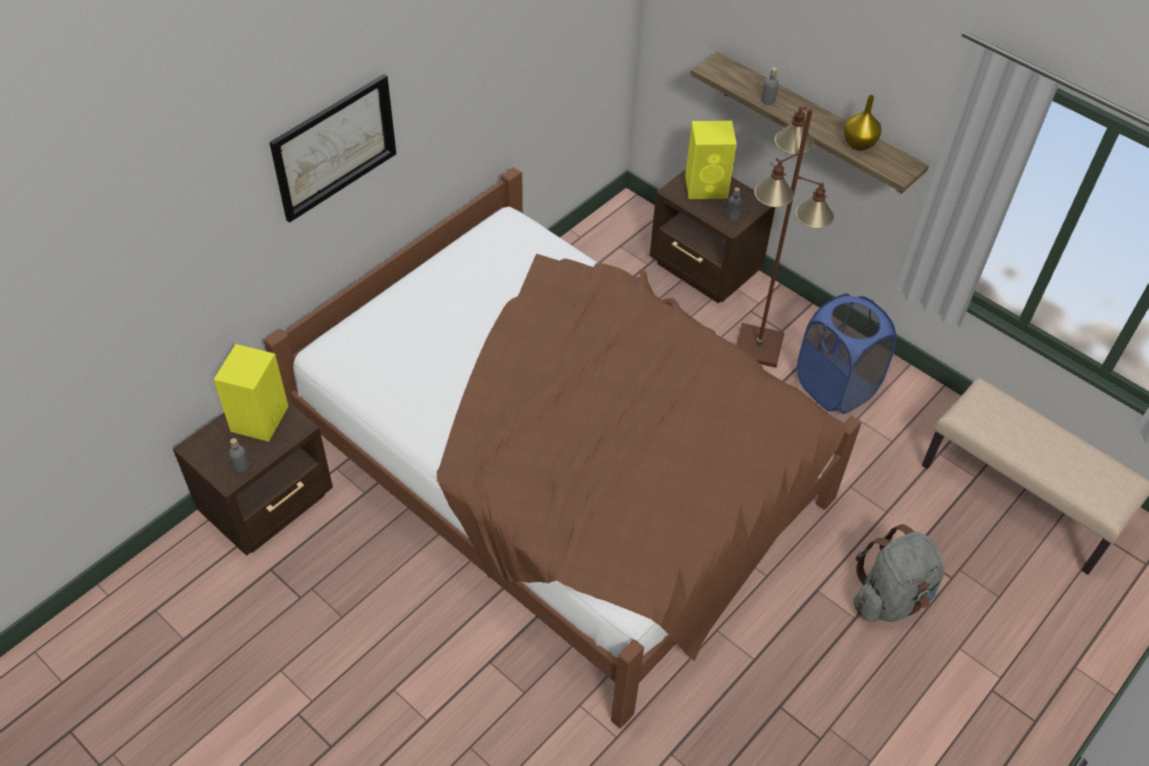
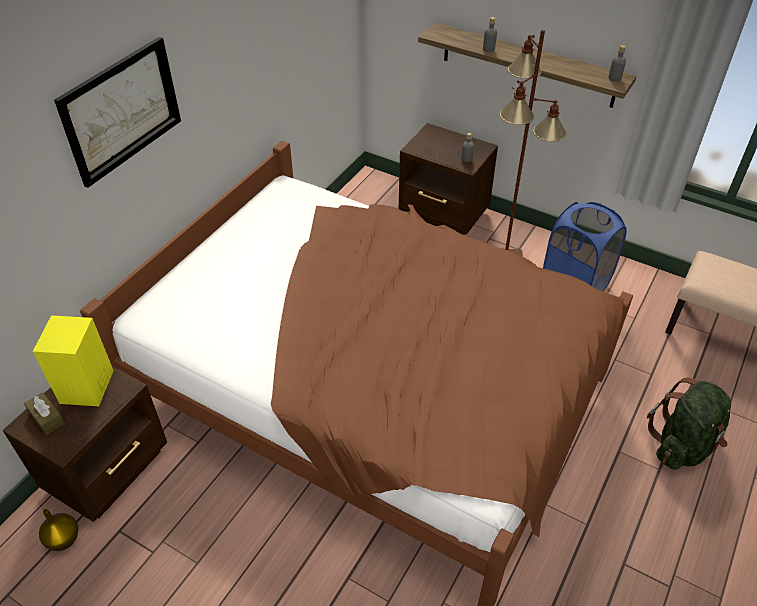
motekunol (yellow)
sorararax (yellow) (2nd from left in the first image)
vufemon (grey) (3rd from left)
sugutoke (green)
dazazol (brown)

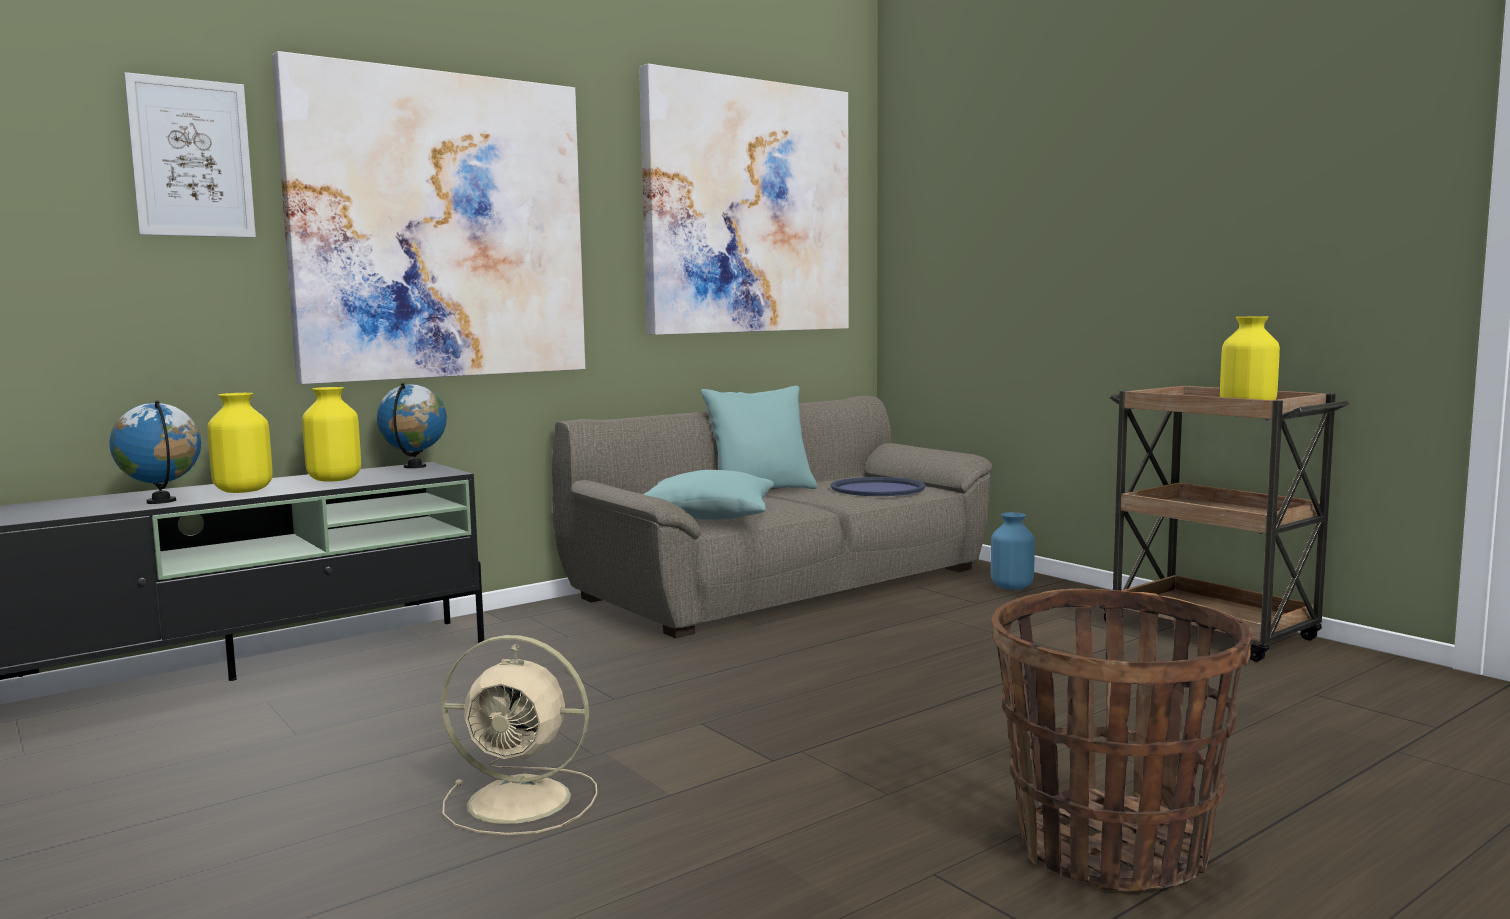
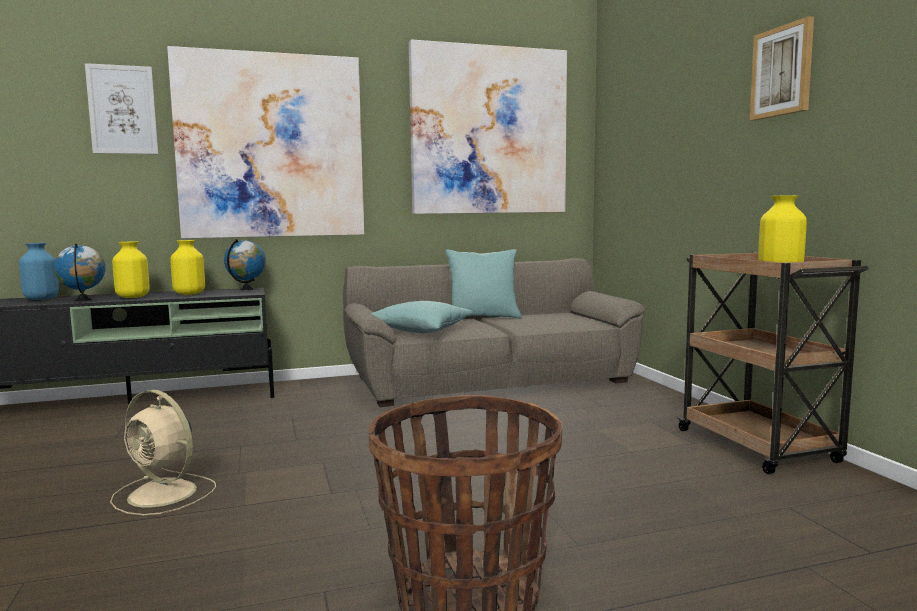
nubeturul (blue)
motekunol (blue)
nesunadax (4th from left)

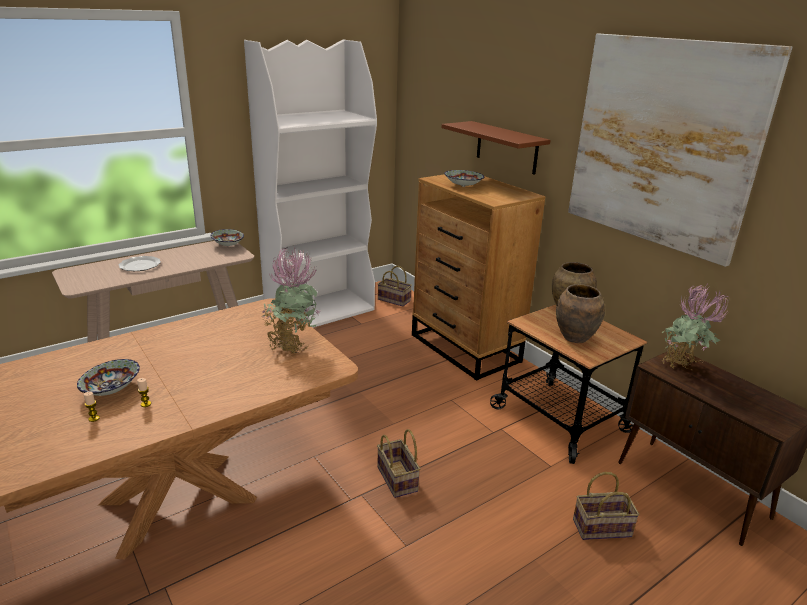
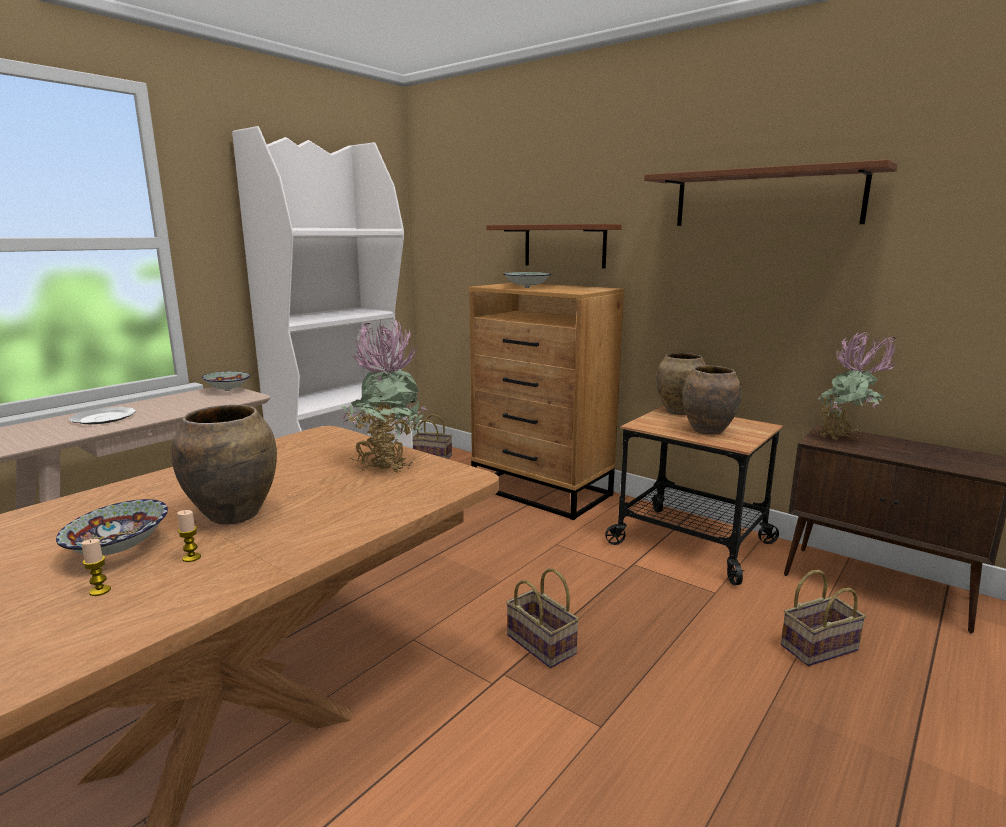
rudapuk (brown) (2nd from left)
motekunol (brown) (1st from left)

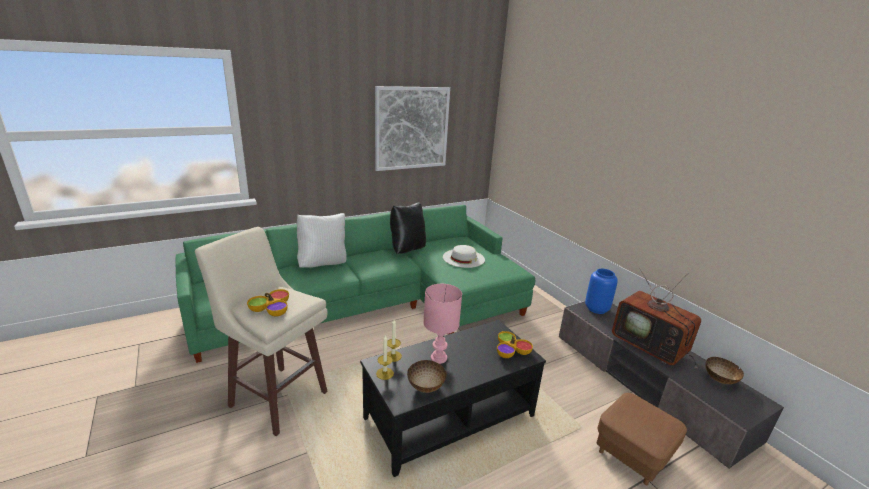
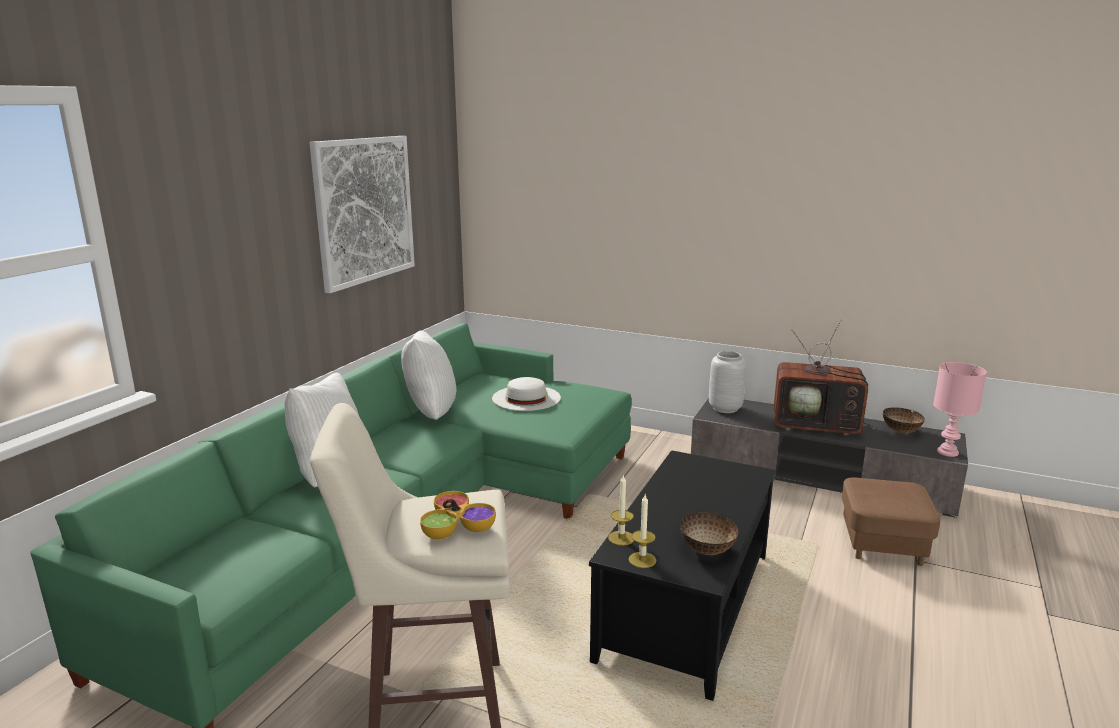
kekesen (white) (2nd from left)
motekunol (grey)
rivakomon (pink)
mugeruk (3rd from left in the first image)

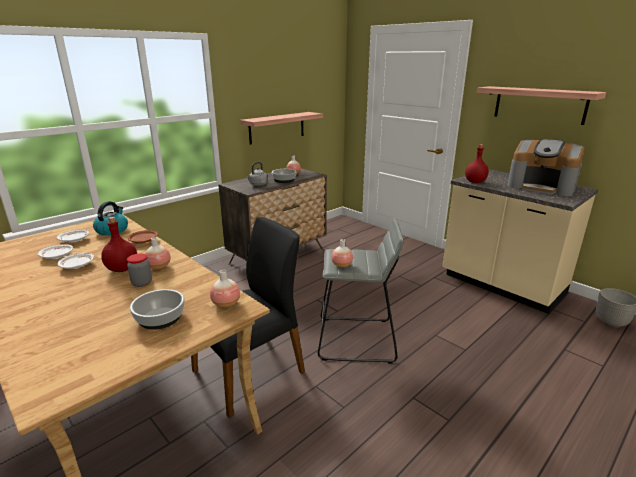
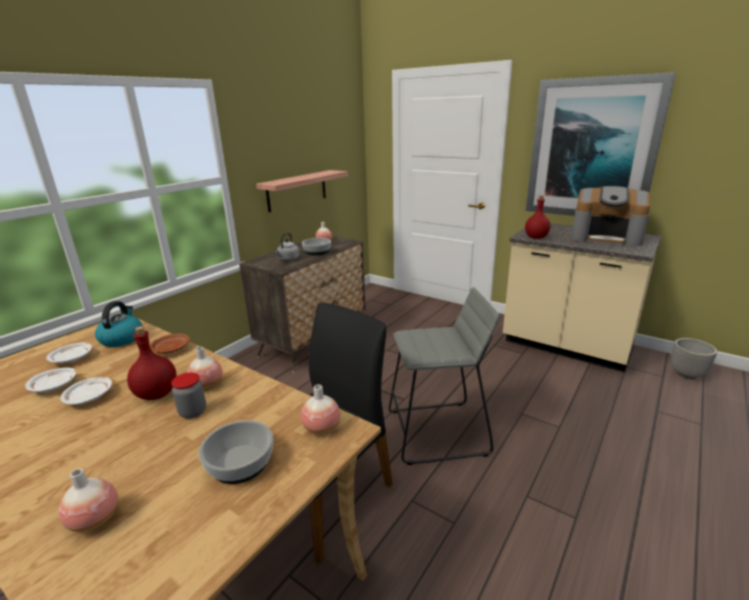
nesunadax
motekunol (1st from left)

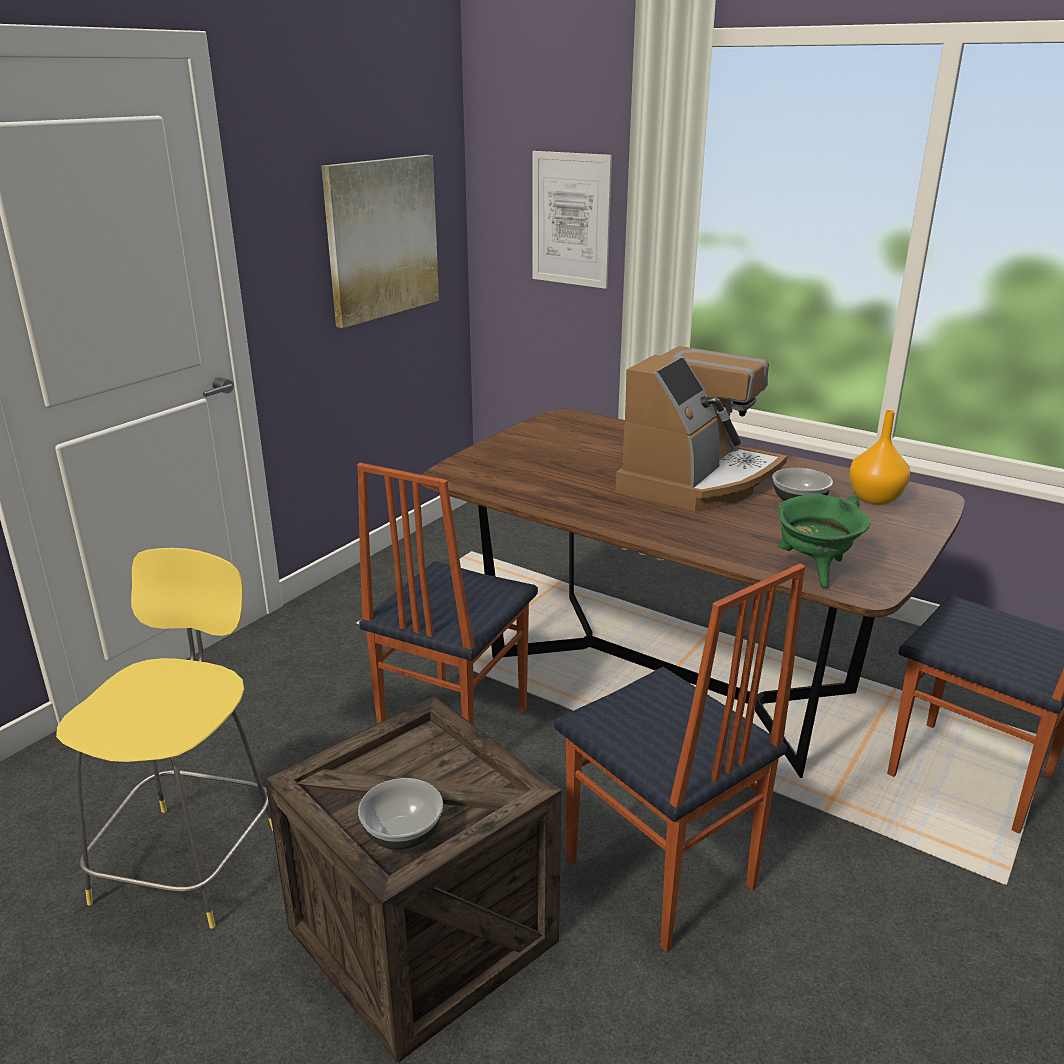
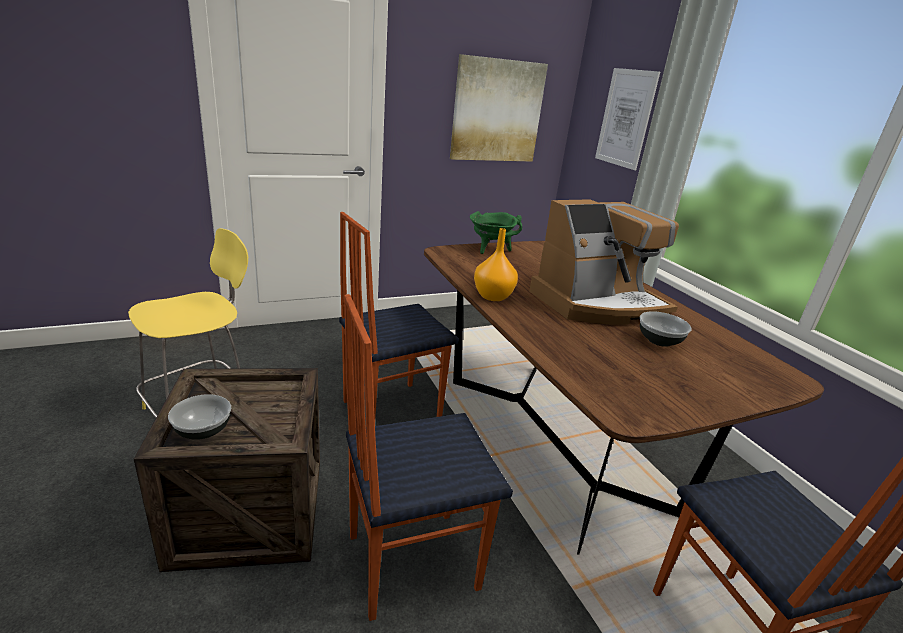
motekunol (orange)
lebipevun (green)
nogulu (2nd from left)

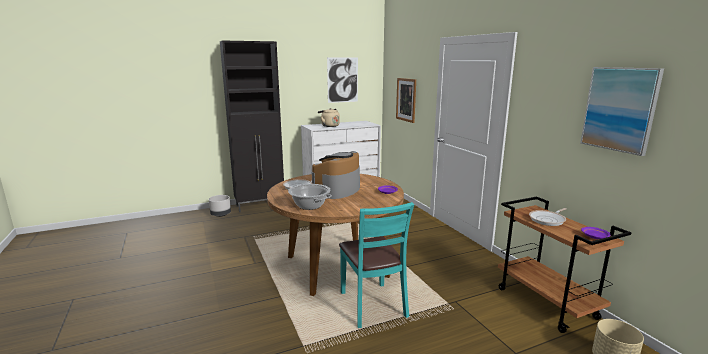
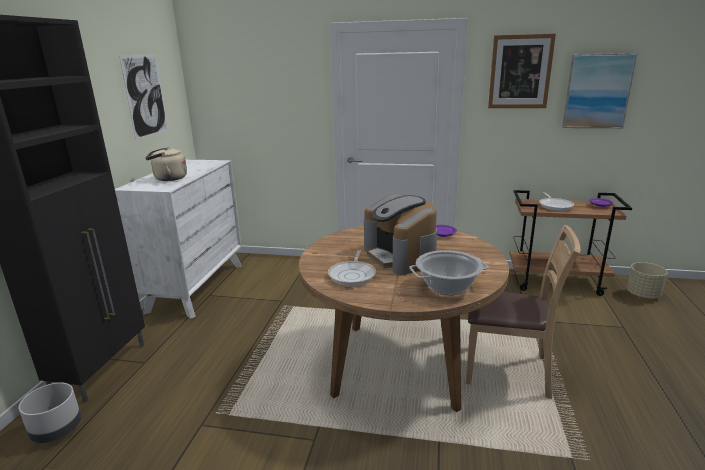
nesunadax (2nd from left)
nogulu (brown)

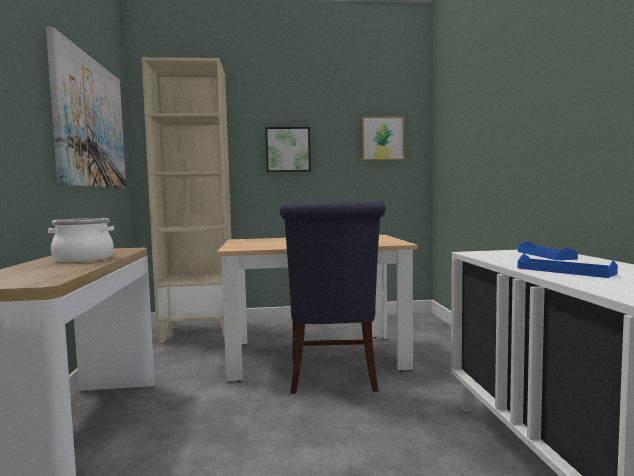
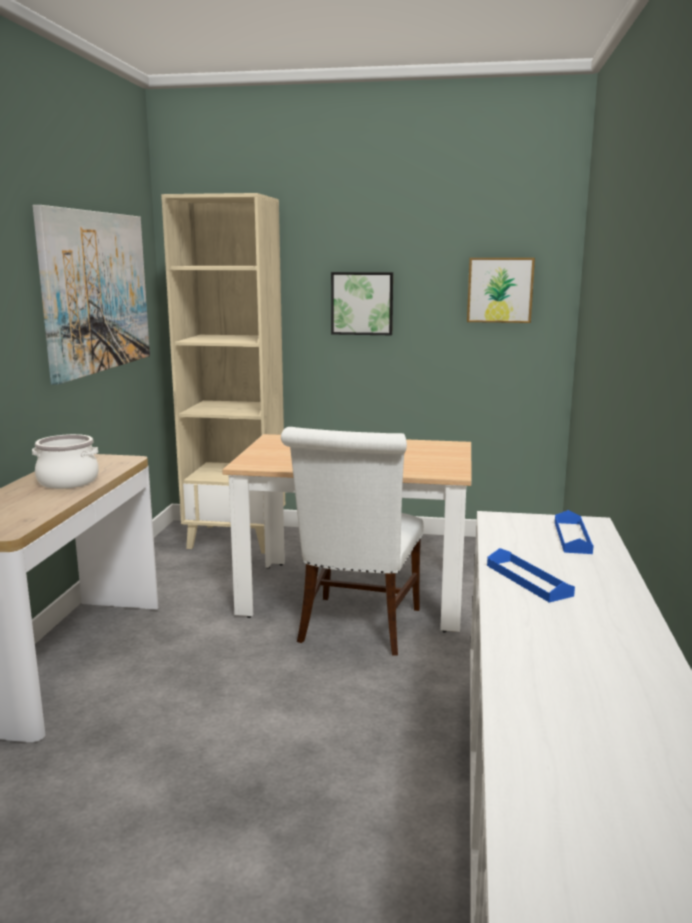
nogulu (white)

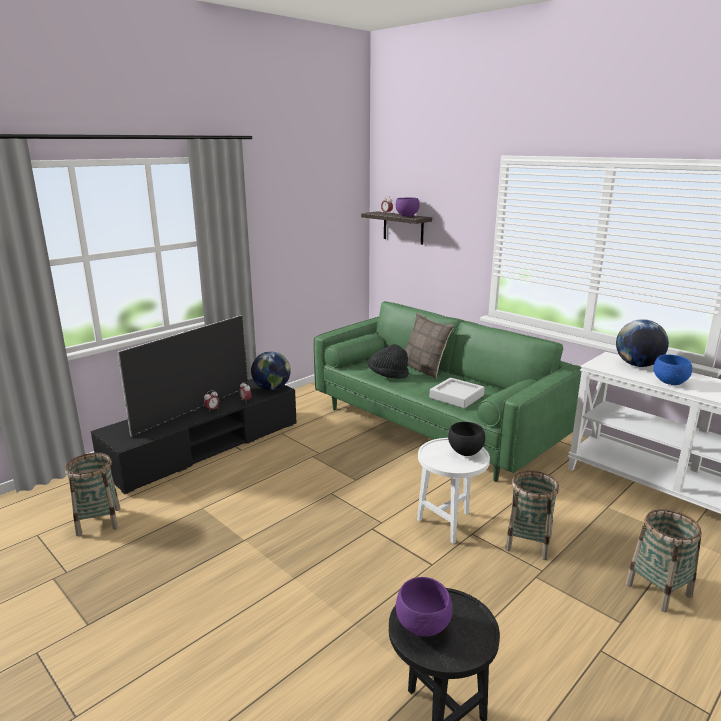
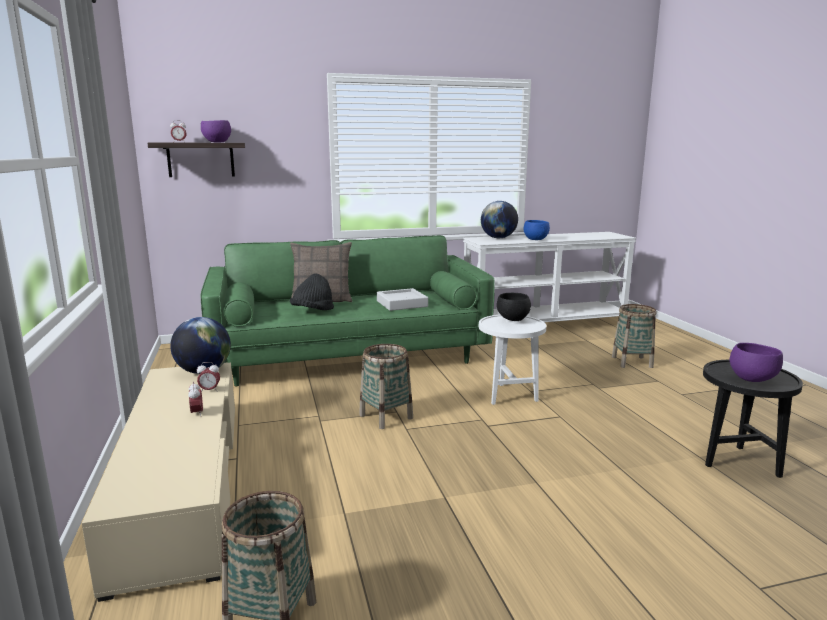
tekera
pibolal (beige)
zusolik (2nd from left)

